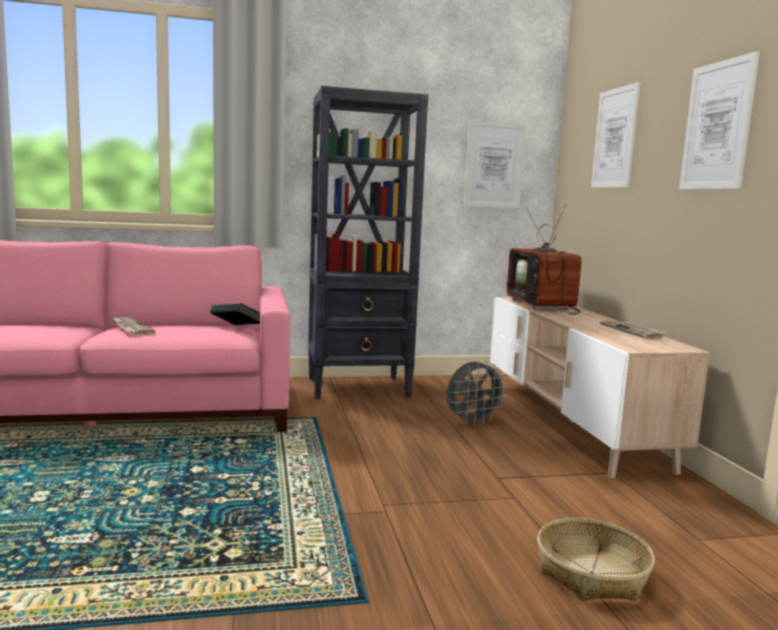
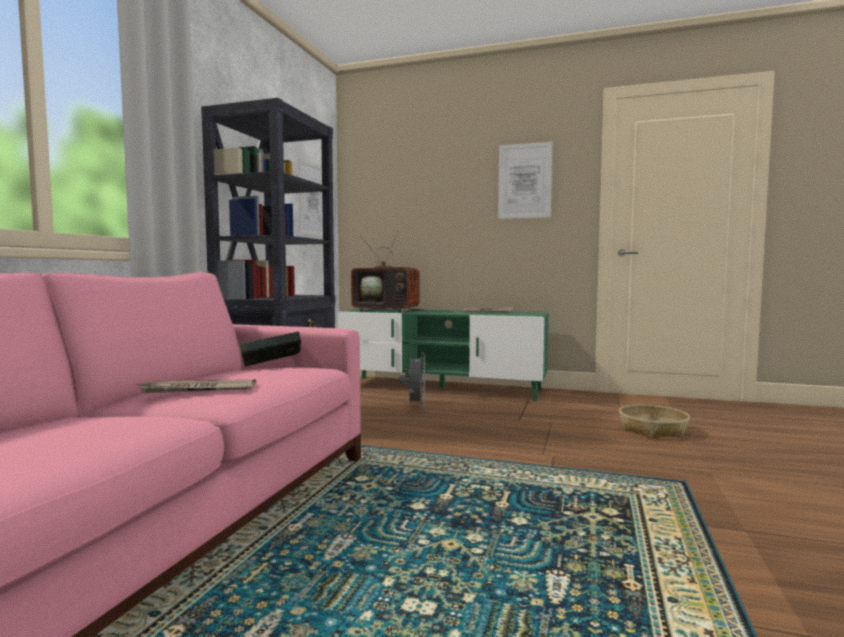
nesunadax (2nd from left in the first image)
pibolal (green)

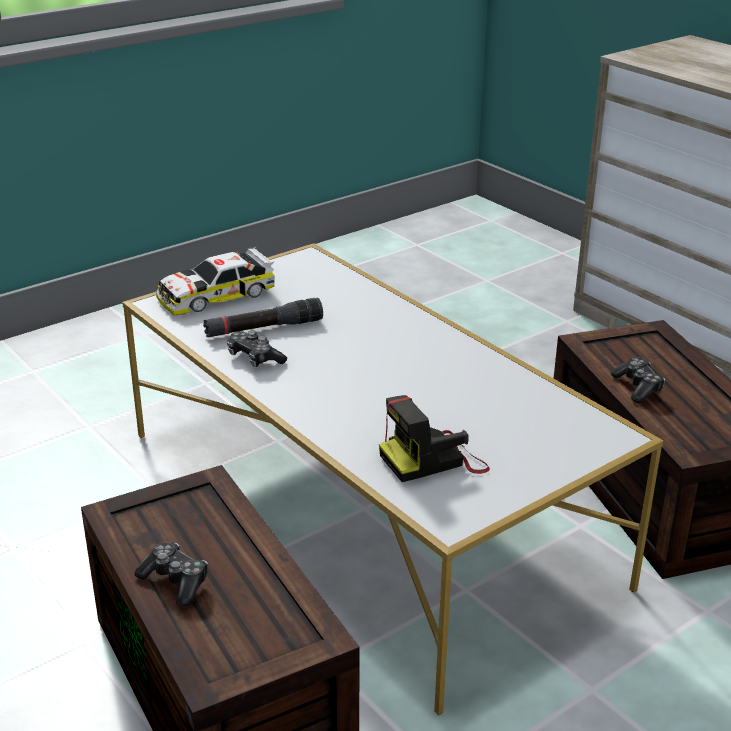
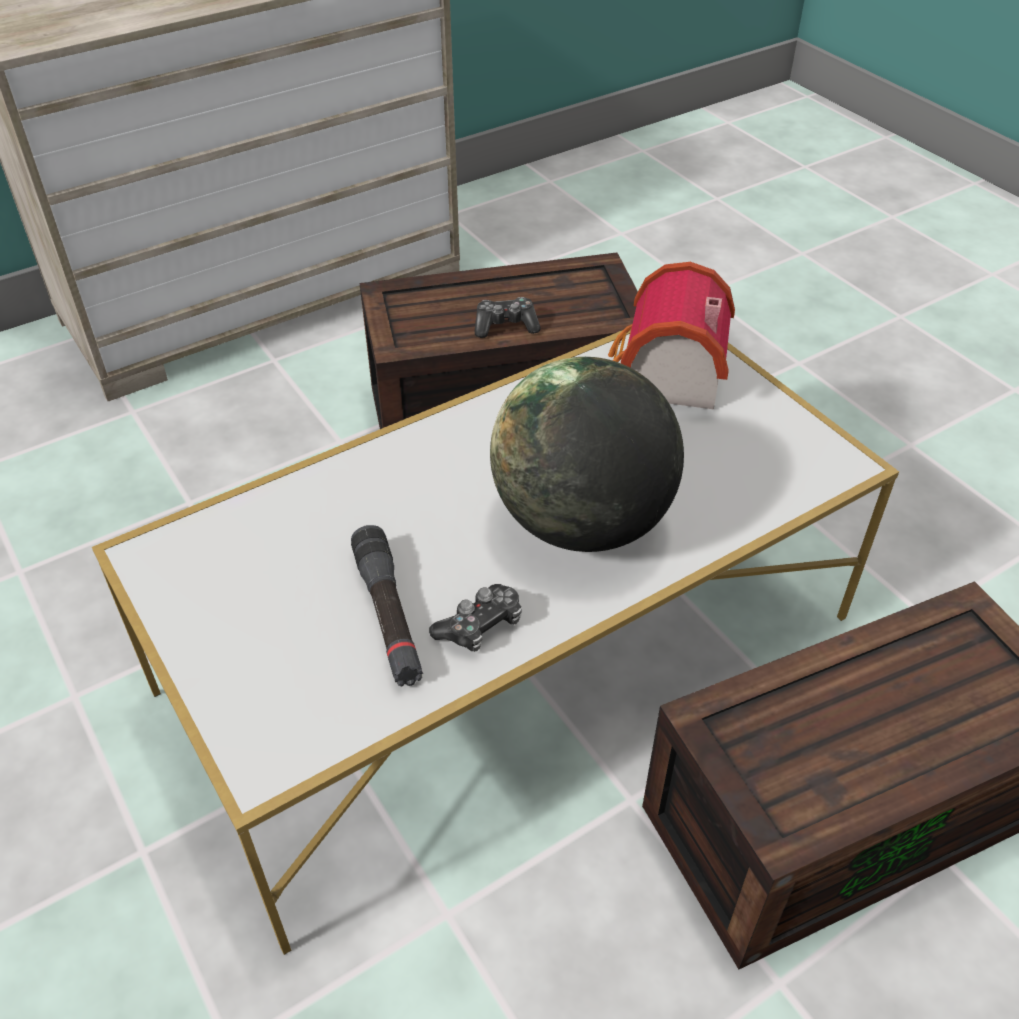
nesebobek
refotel
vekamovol (1st from left in the first image)
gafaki
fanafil

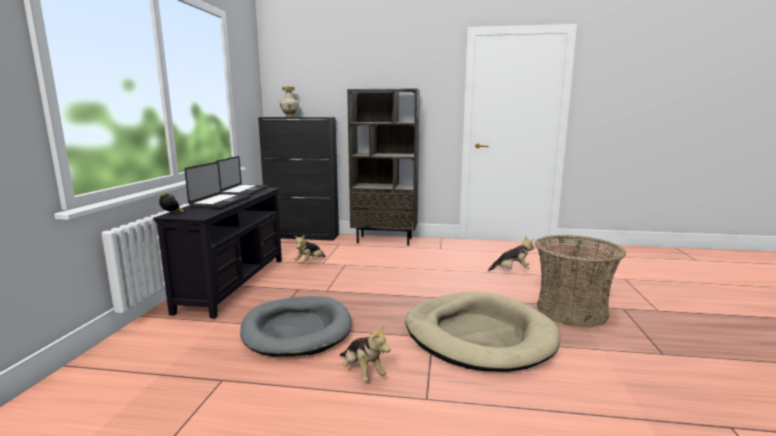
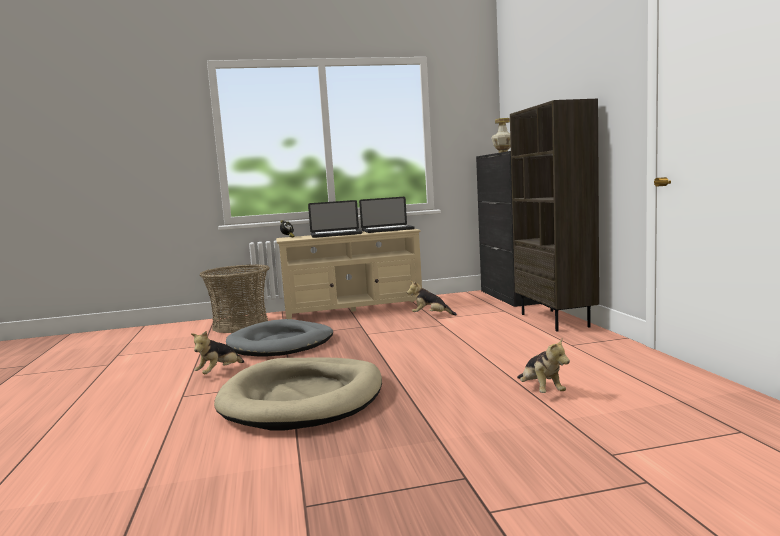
pibolal (beige)
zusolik

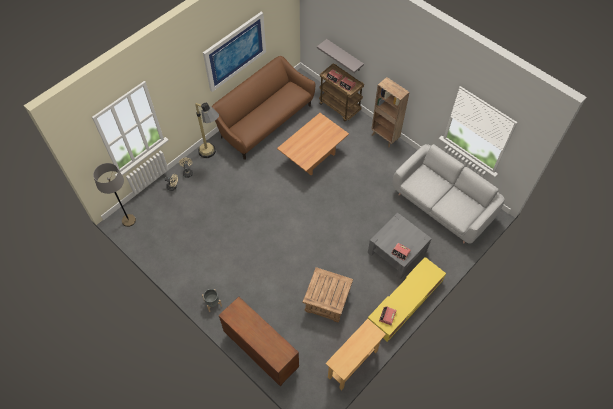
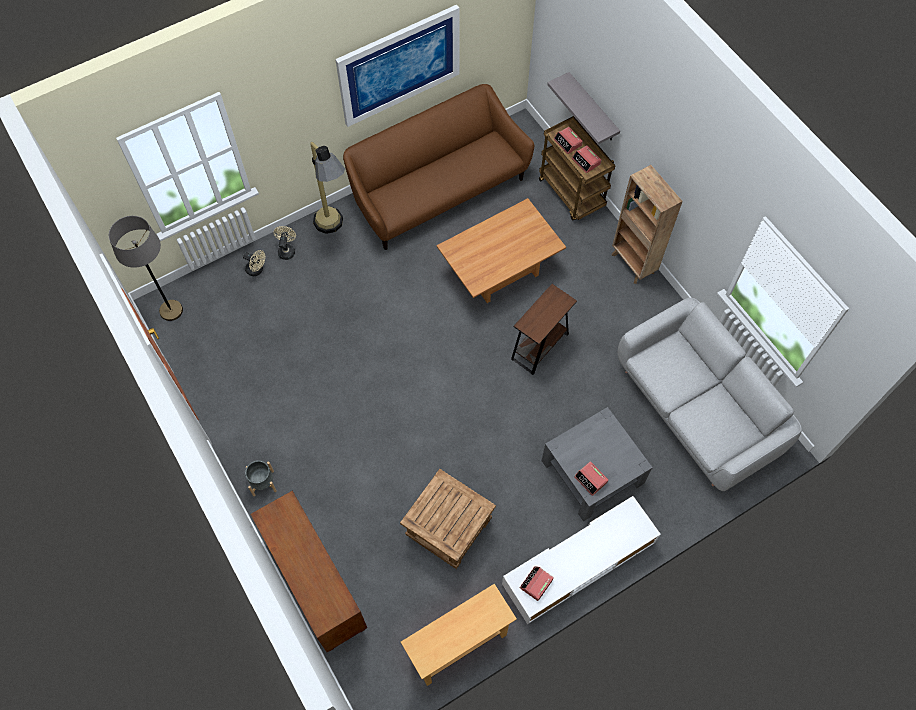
pibolal (white)
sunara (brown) (2nd from left)

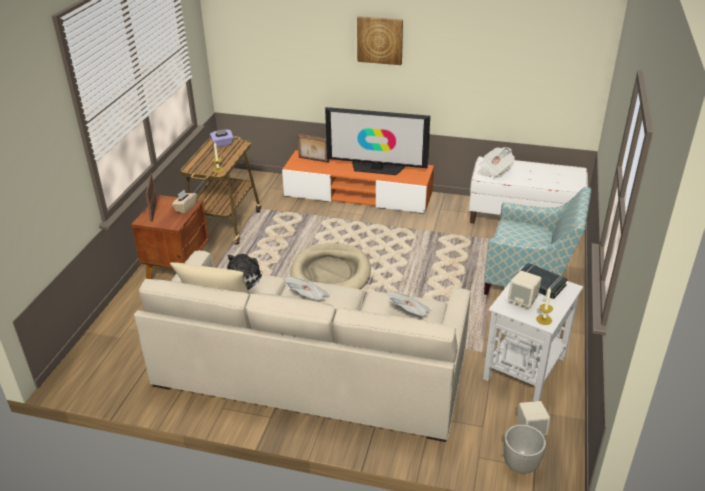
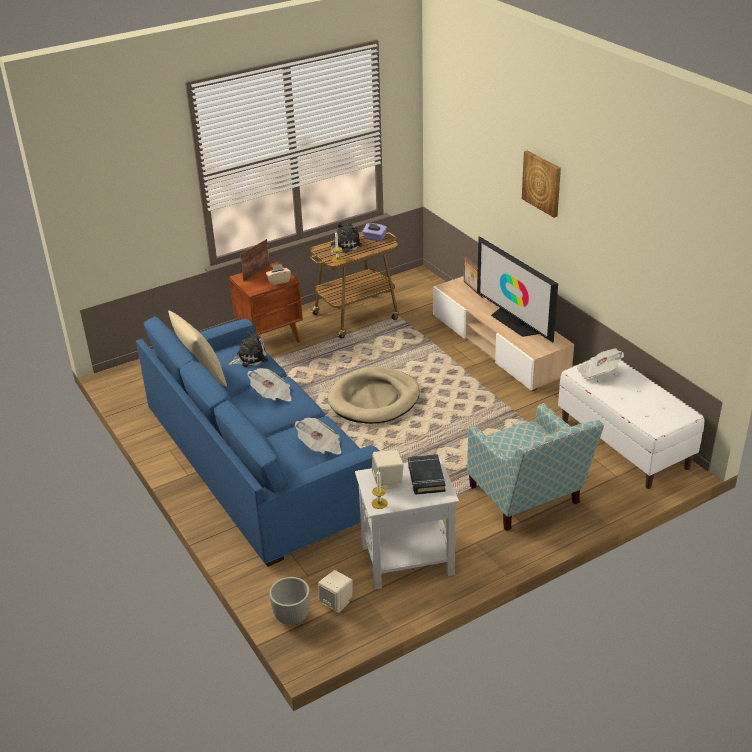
pibolal (beige)
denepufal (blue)
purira (2nd from left)

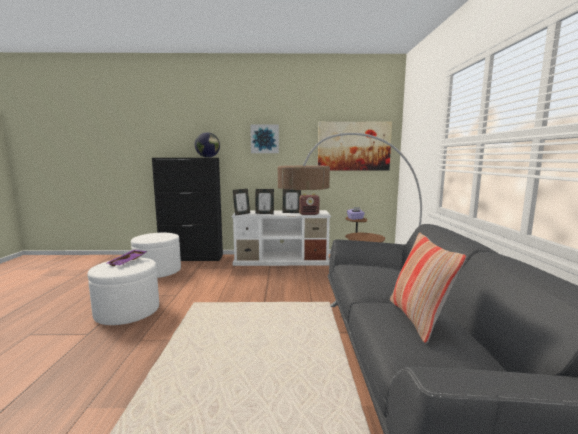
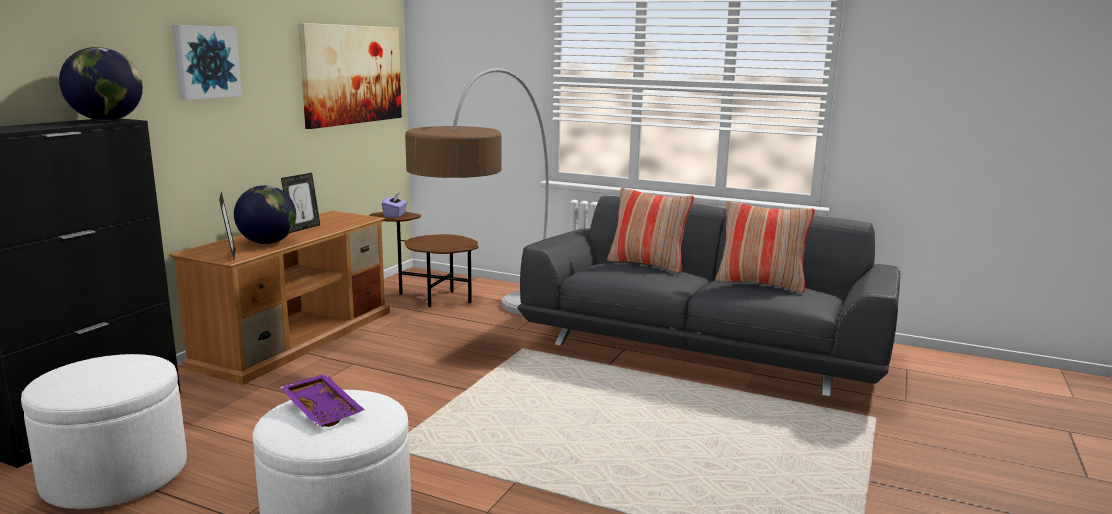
fanafil (2nd from left)
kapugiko
pibolal (brown)
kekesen (1st from left)

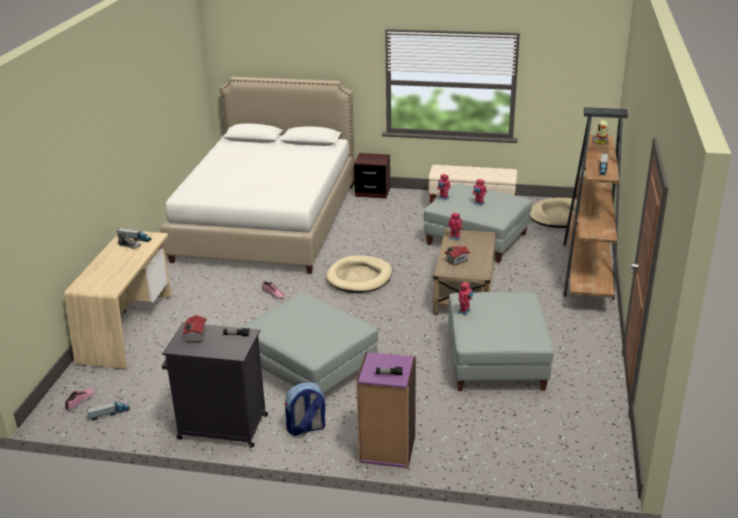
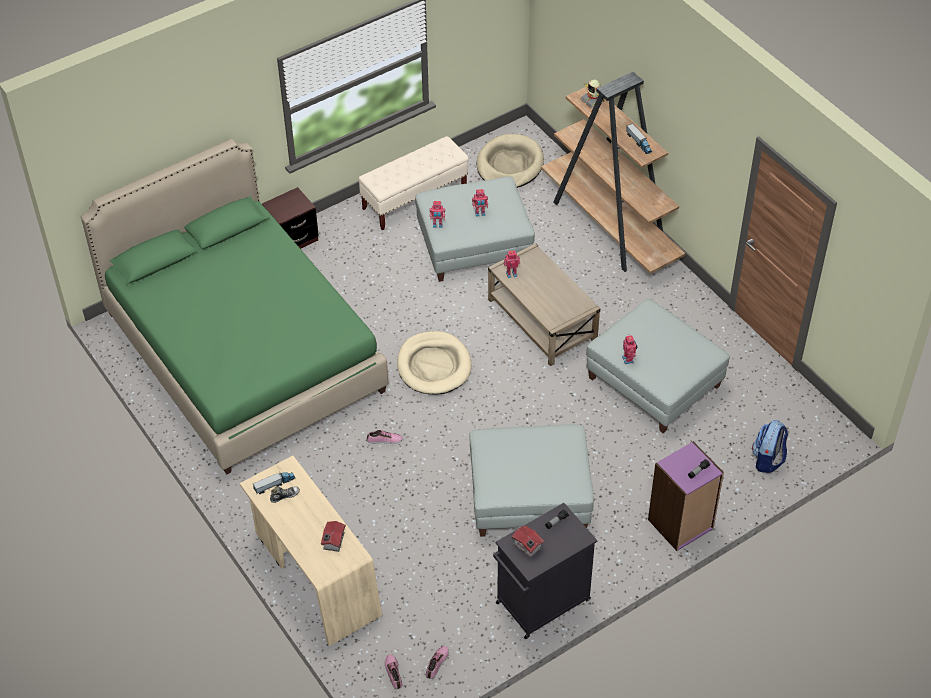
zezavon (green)
gafaki (1st from left)
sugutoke
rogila (4th from left)

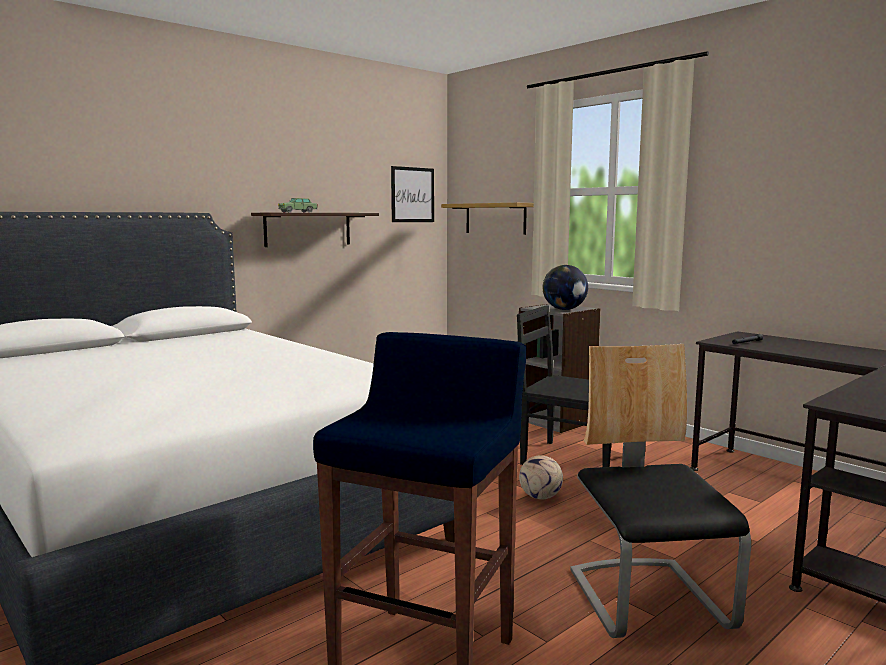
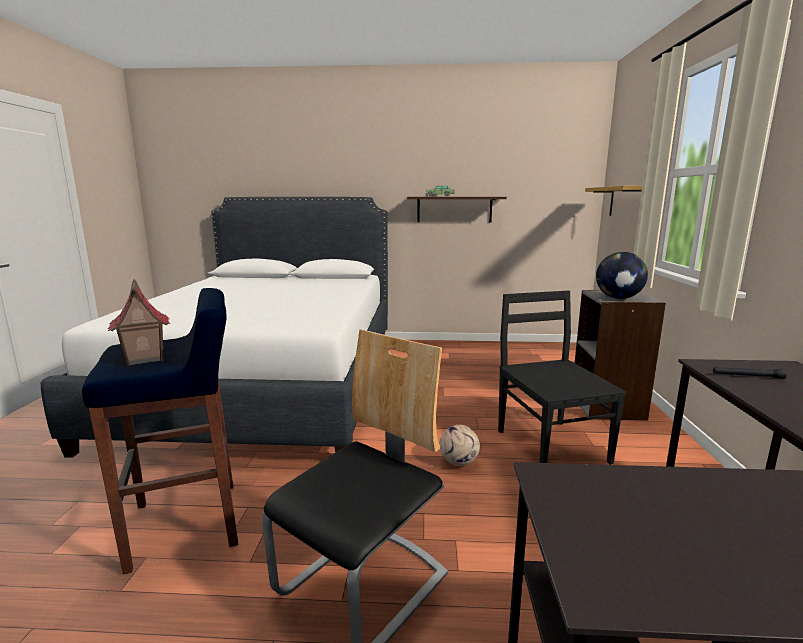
nesunadax
gafaki

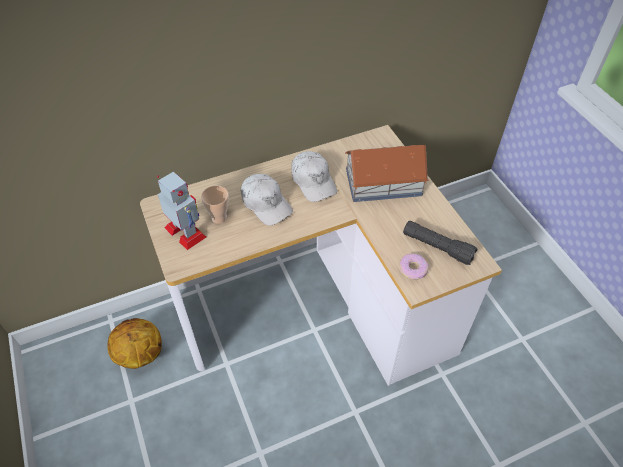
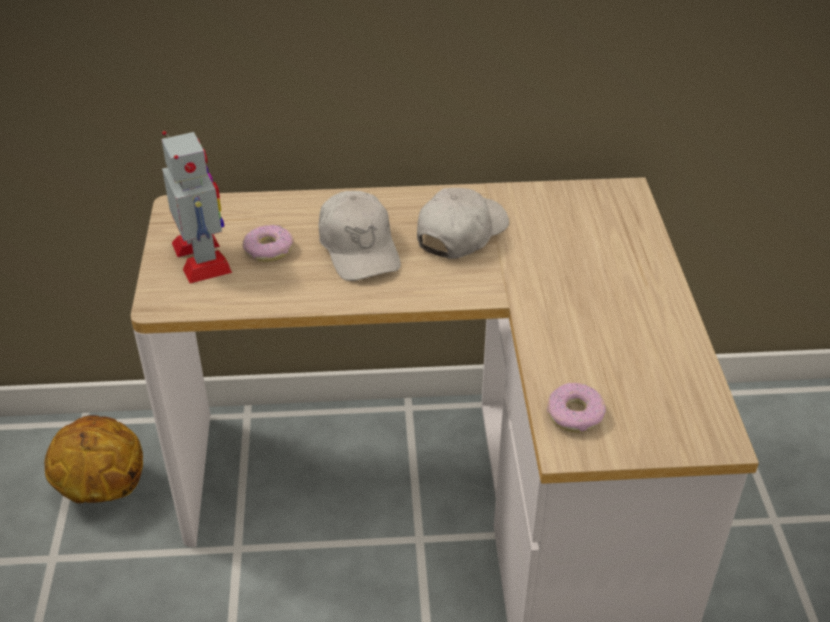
gafaki
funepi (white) (2nd from left)
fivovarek (1st from left)
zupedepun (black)

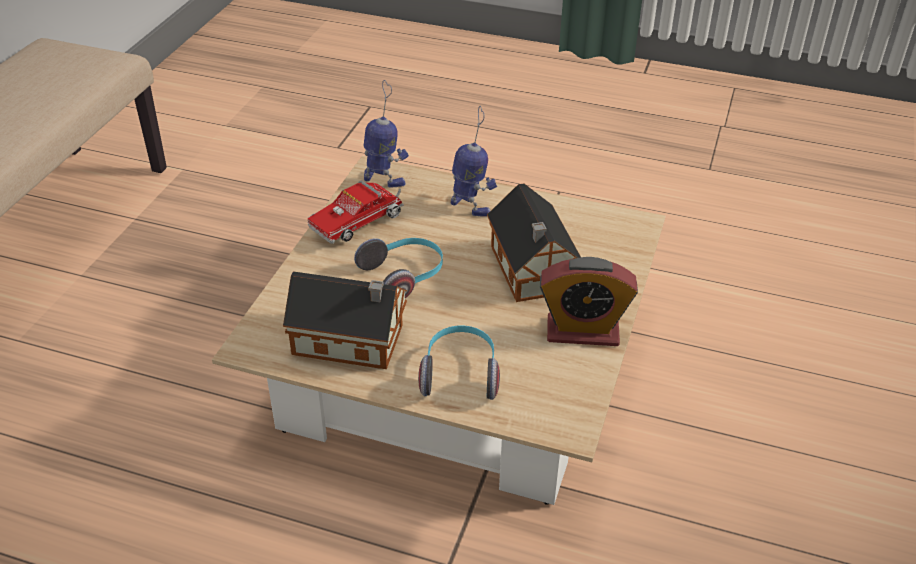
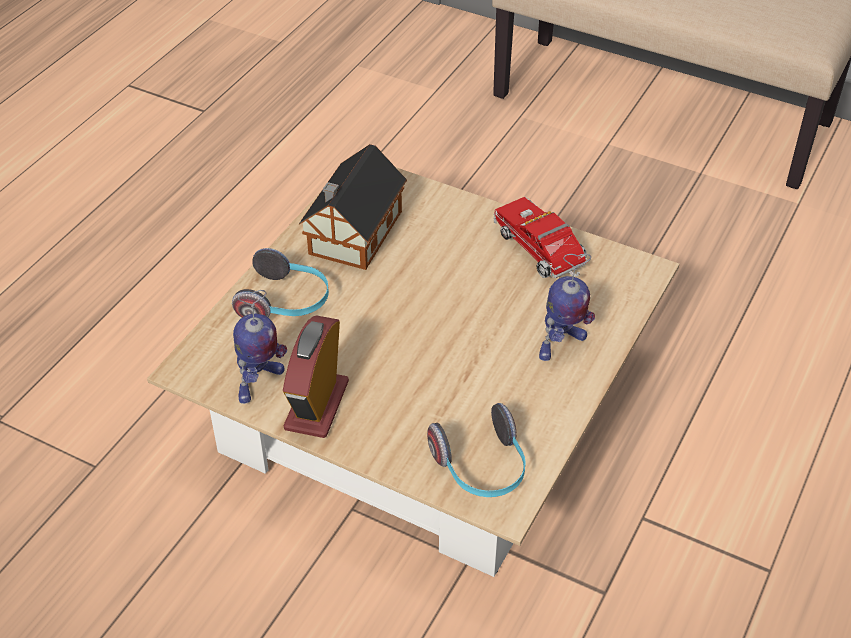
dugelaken (1st from left)
gafaki (2nd from left in the first image)
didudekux (2nd from left)

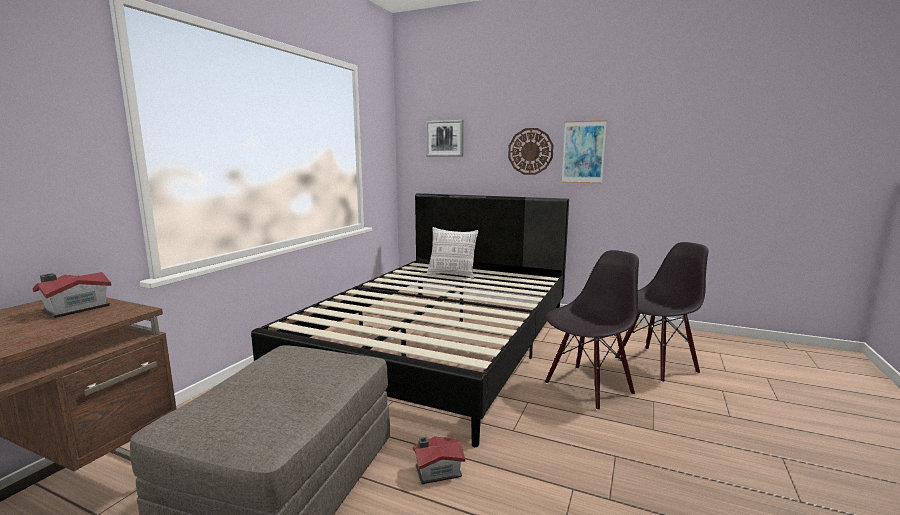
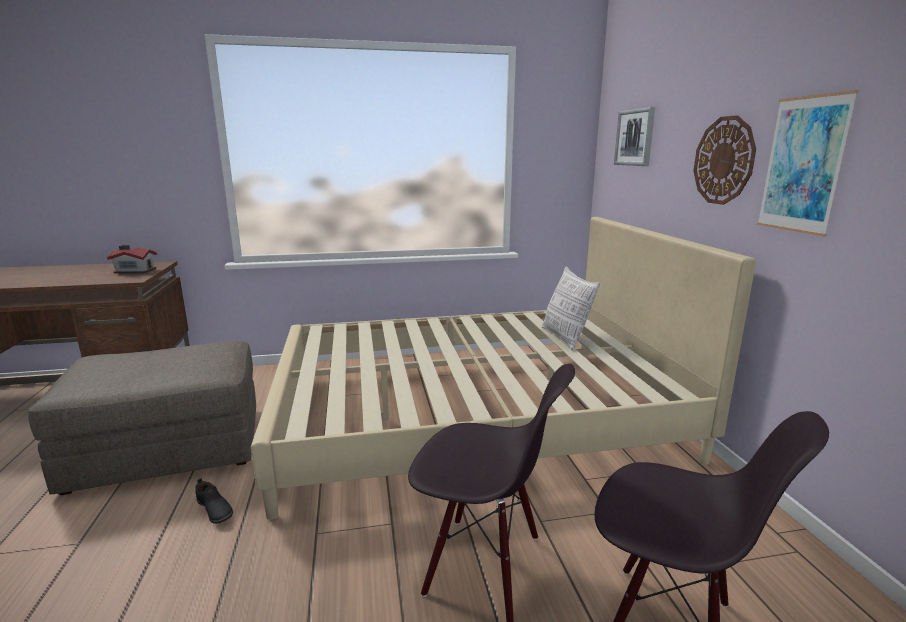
zezavon (beige)
rogila (black)

